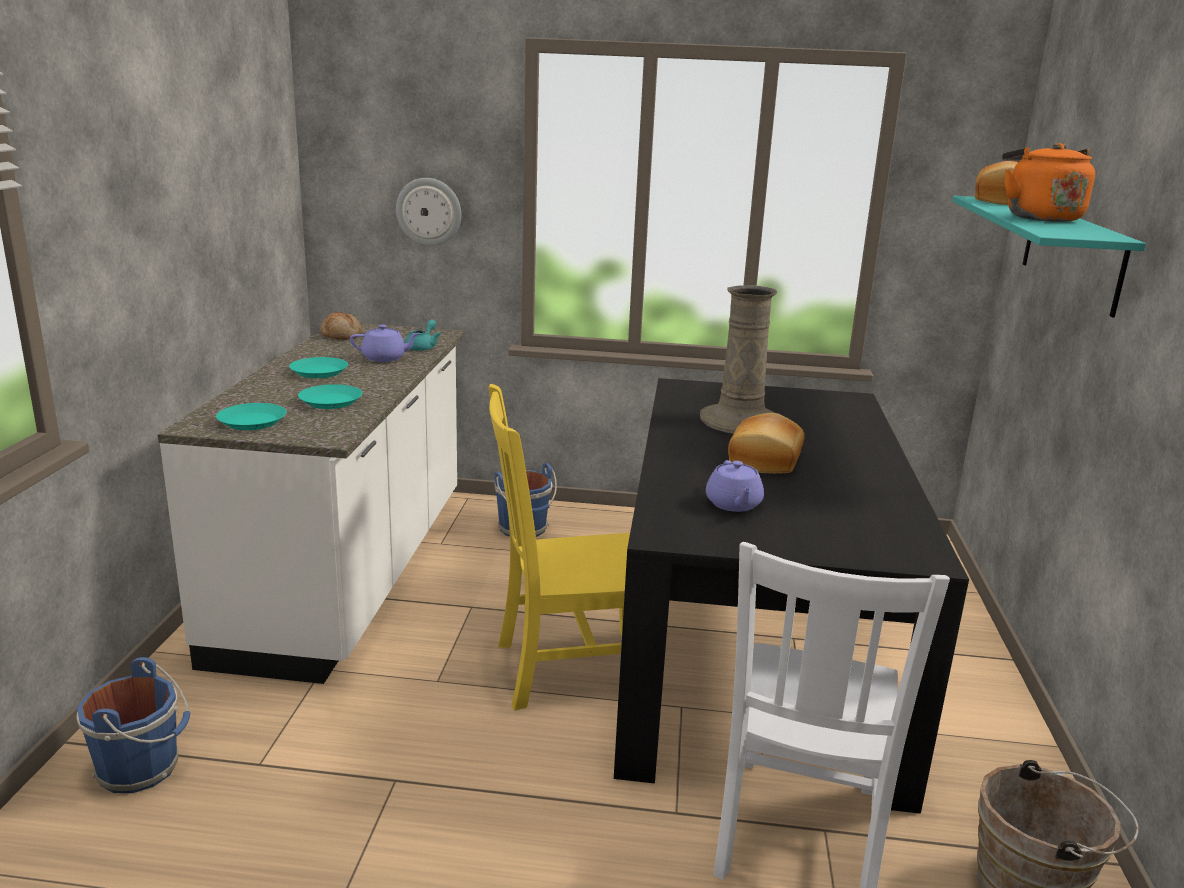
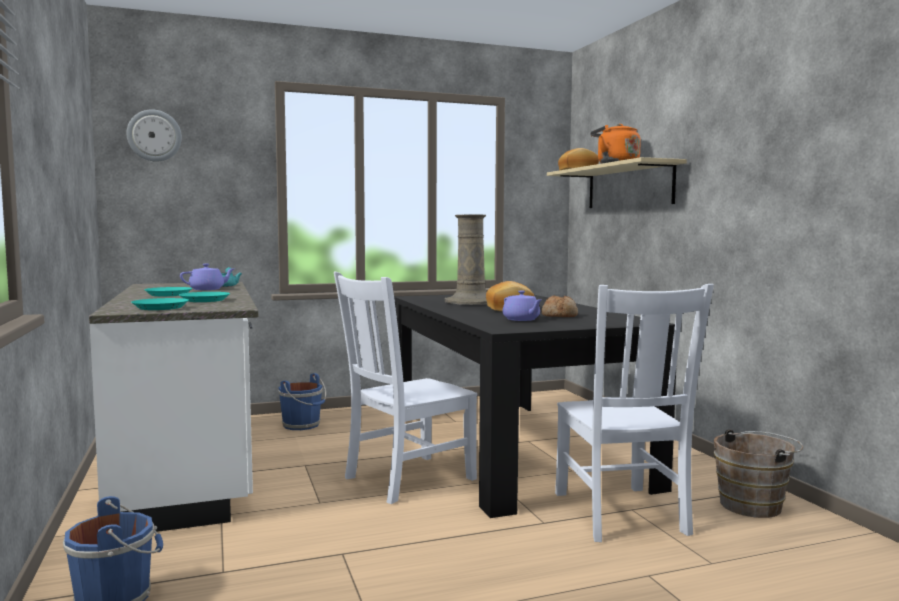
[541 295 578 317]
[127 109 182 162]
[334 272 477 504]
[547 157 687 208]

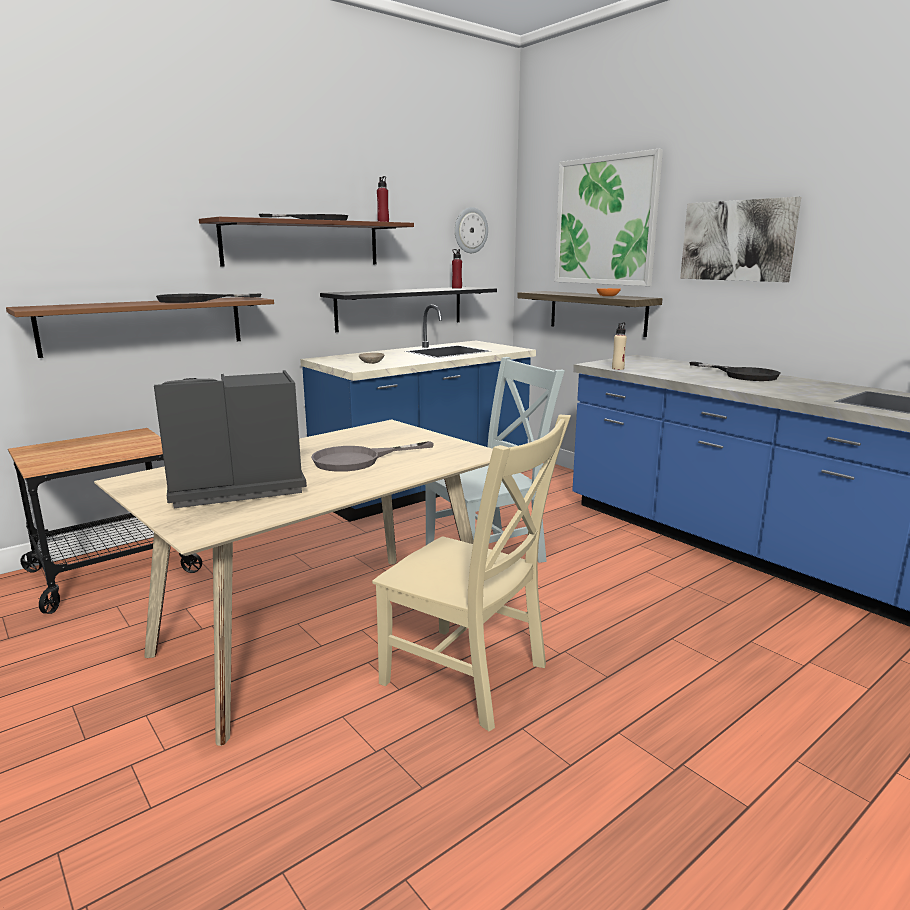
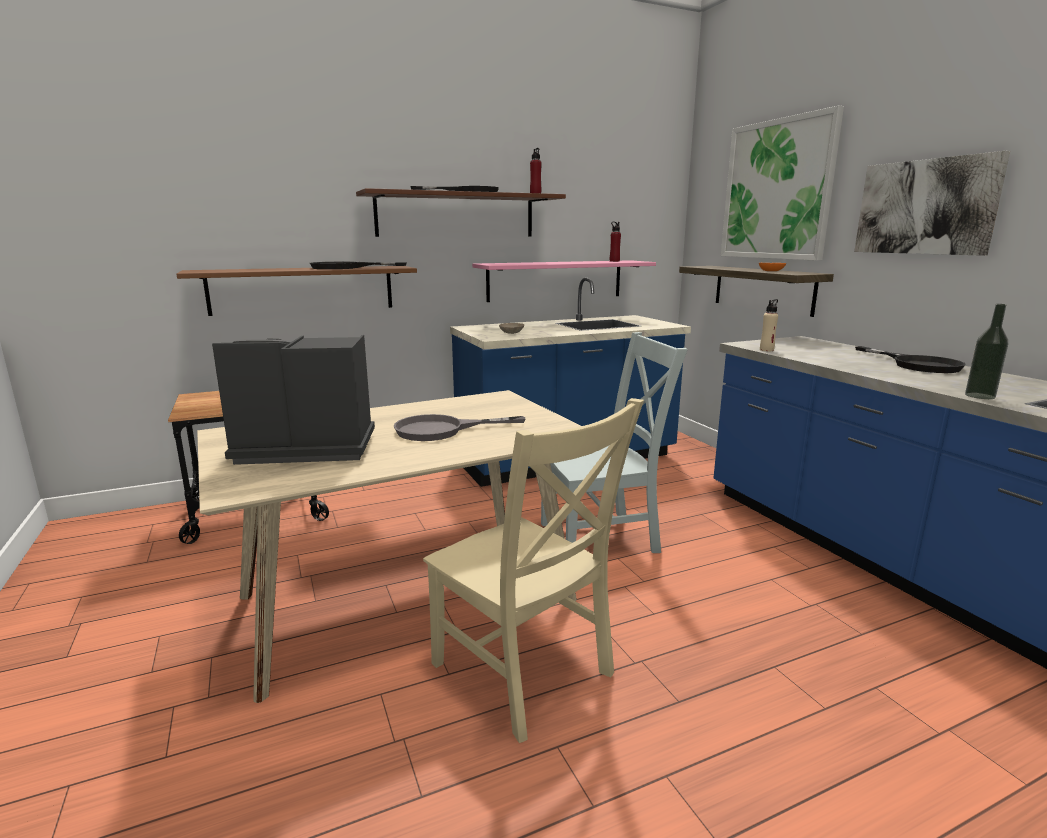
[472 260 656 302]
[455 207 488 253] (first image)
[965 304 1008 399]

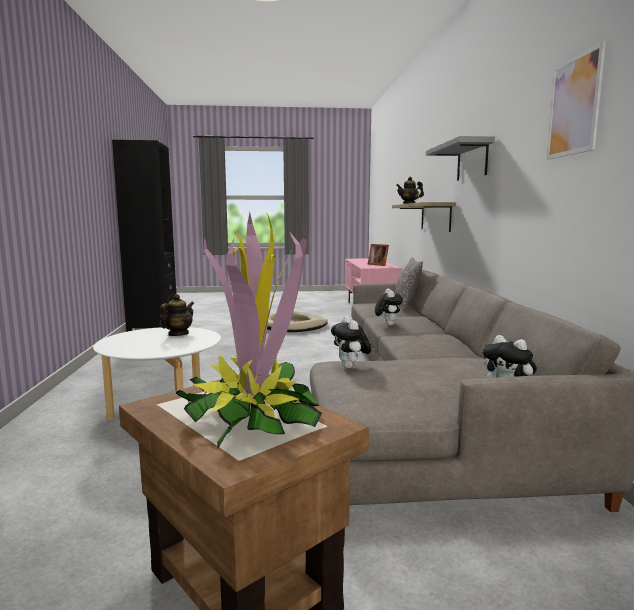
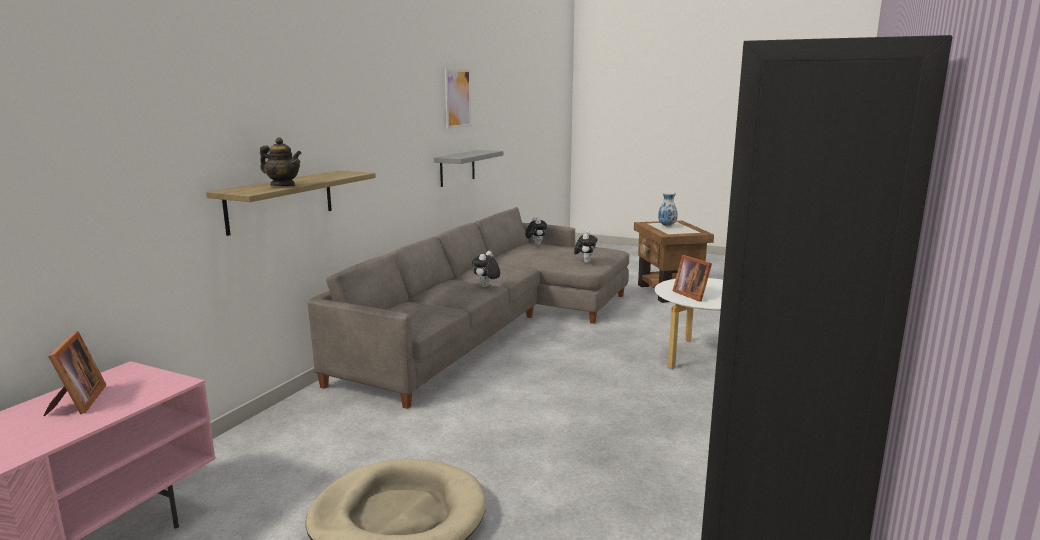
[673 255 712 302]
[658 192 678 226]
[395 257 423 310] (first image)
[434 150 503 187]

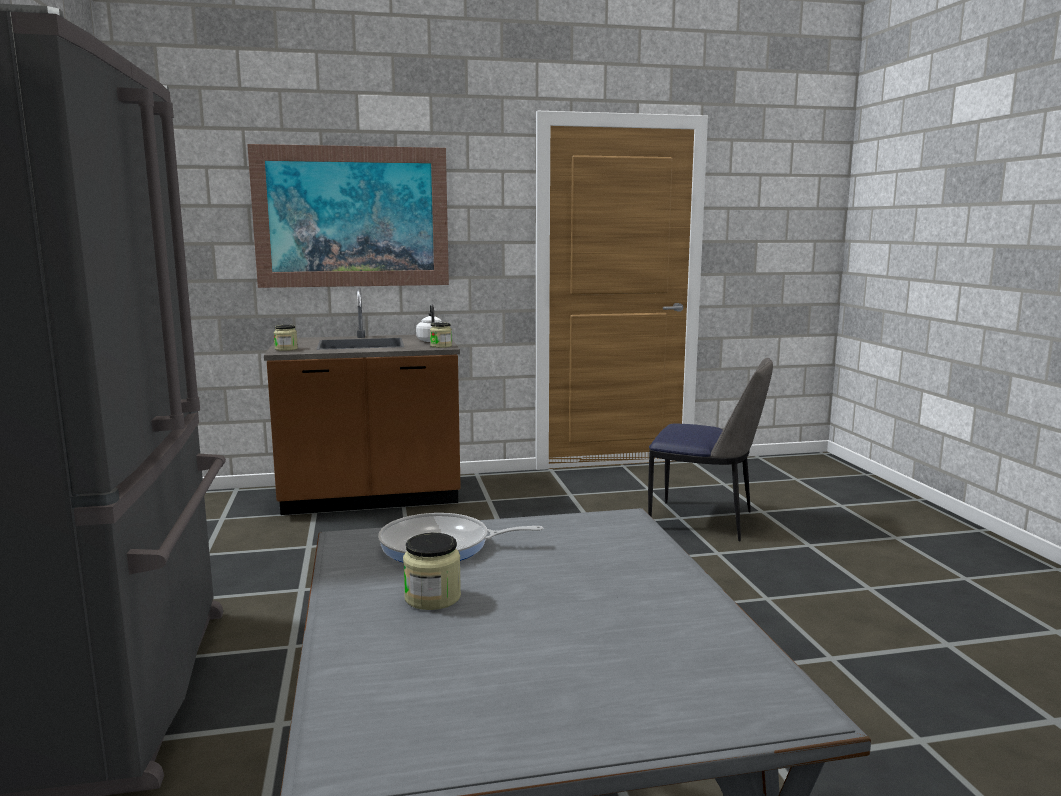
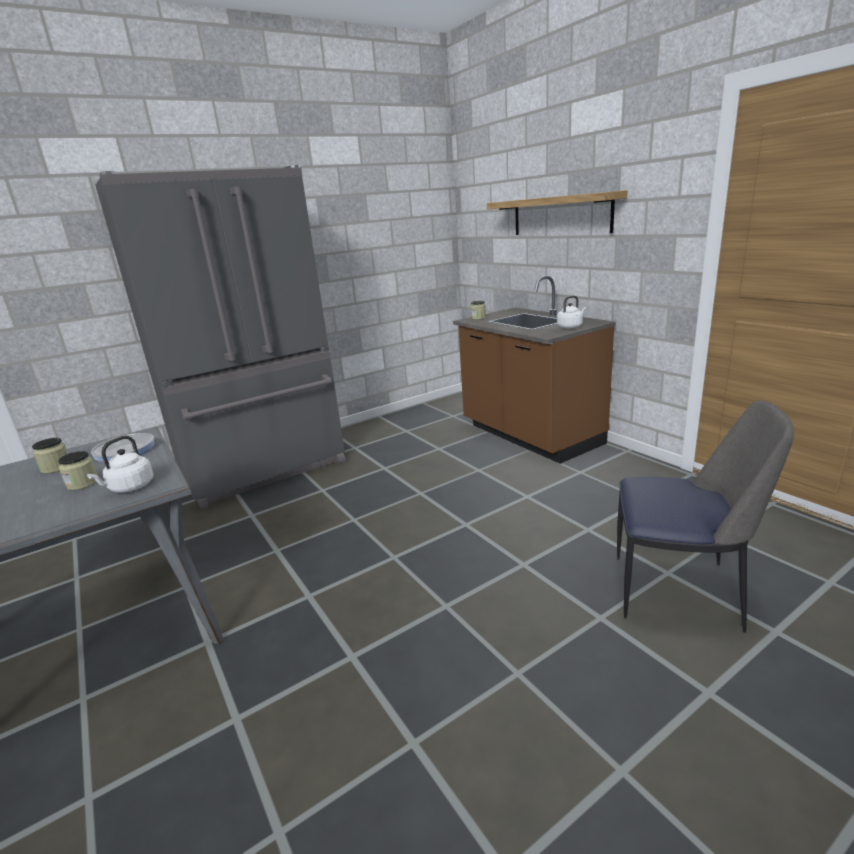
[487 190 628 235]
[58 451 98 490]
[617 400 794 633]
[87 436 154 493]

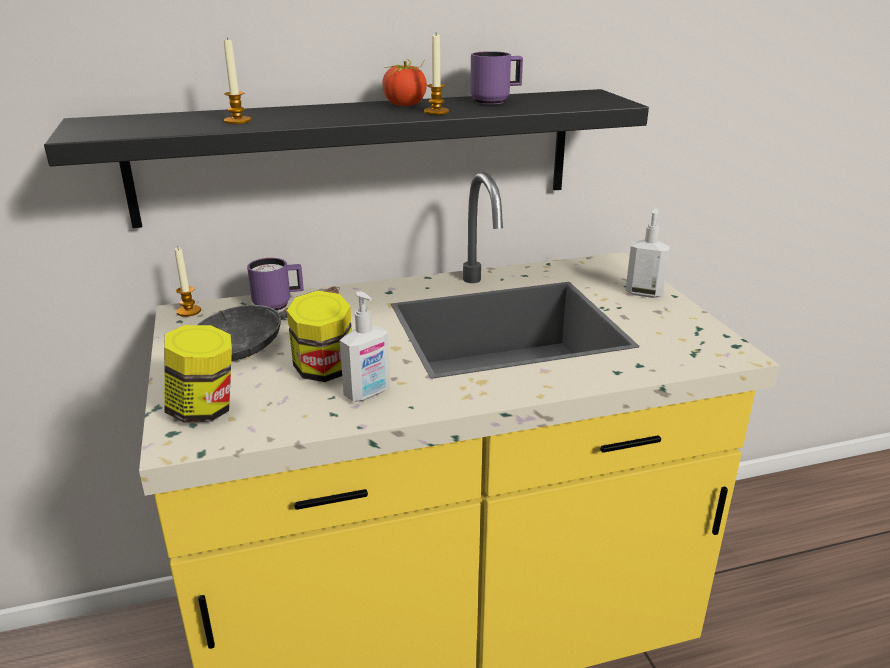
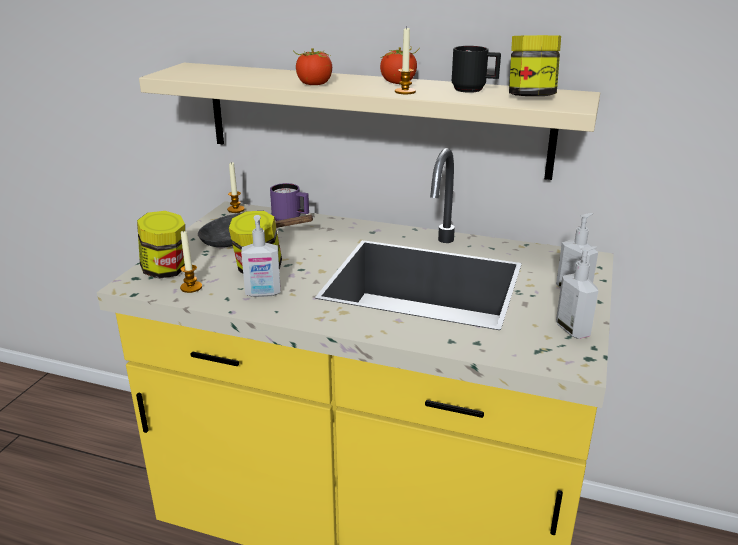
[139 63 600 180]
[180 230 202 293]
[452 46 501 93]
[293 48 332 85]
[509 35 561 96]
[556 246 598 339]

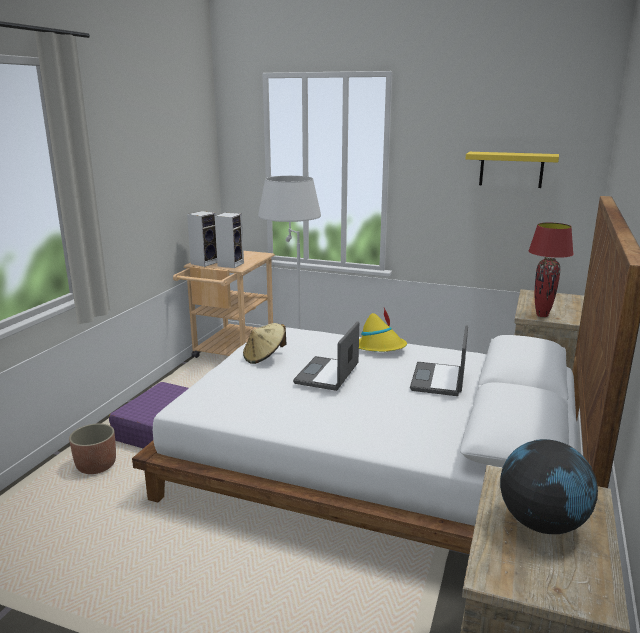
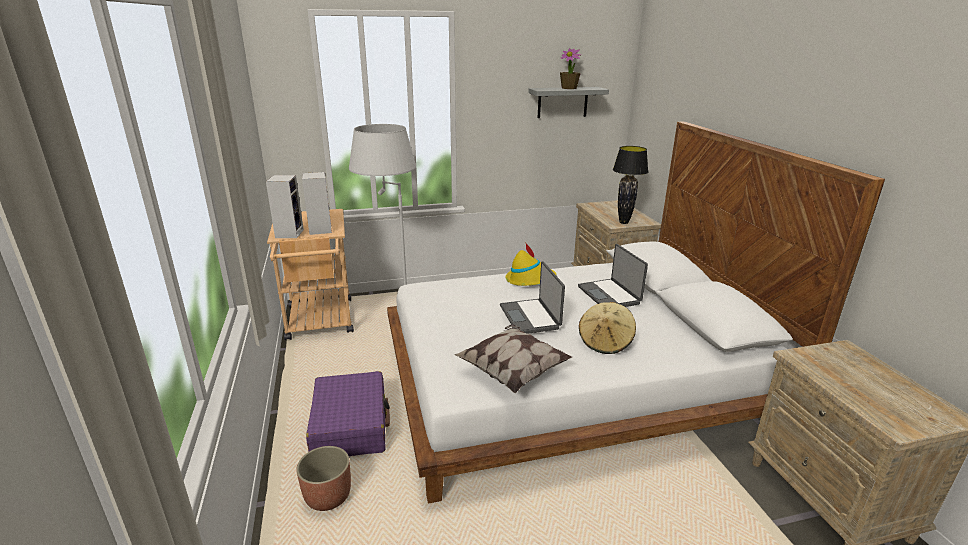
[579 302 636 354]
[528 87 609 118]
[500 439 598 534] (first image)
[613 146 648 224]
[454 324 572 393]
[560 48 581 89]

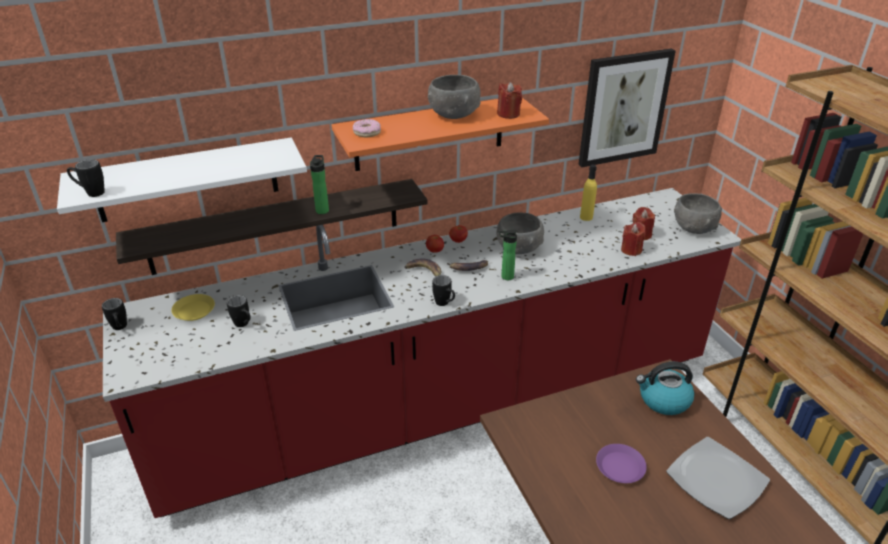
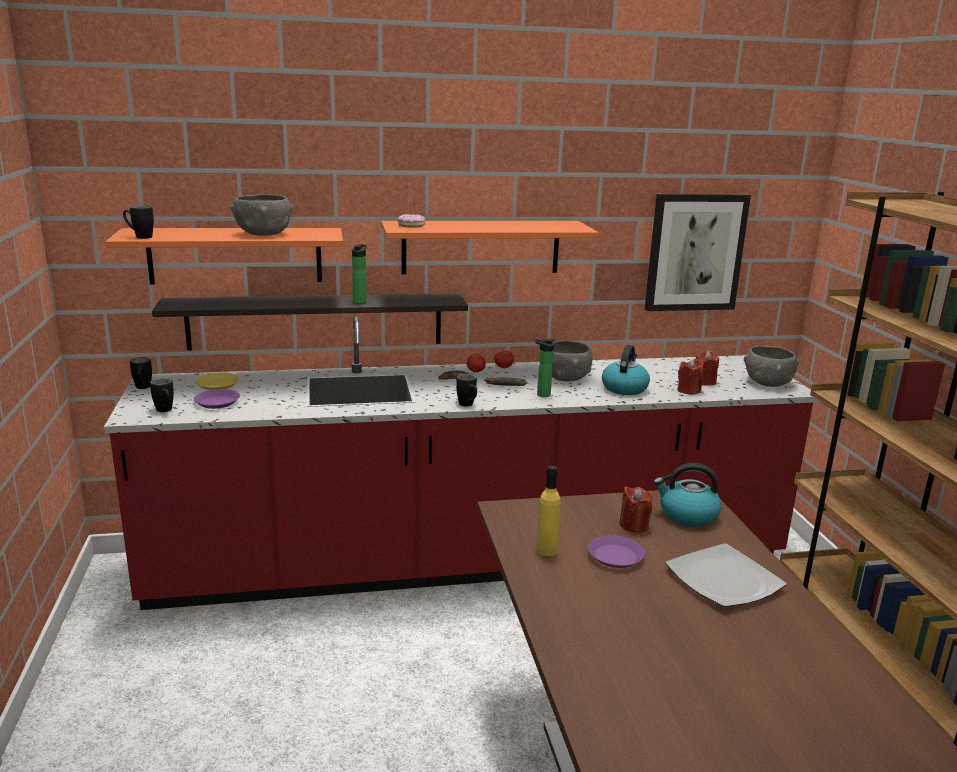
[105 228 343 284]
[150 378 174 412]
[231 194 293 236]
[619 486 652 533]
[536 465 560 556]
[194 389 240 409]
[602 345 650 395]

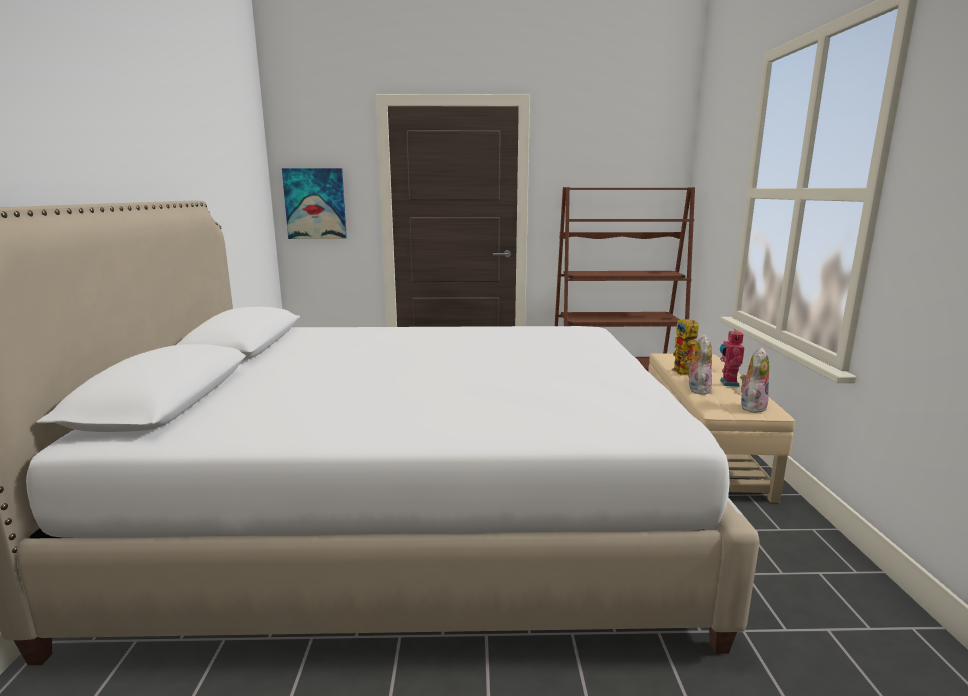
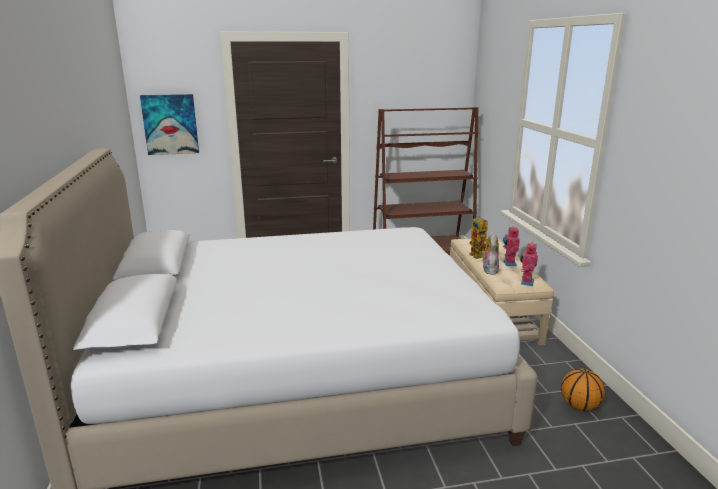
[520 242 538 286]
[561 368 605 411]

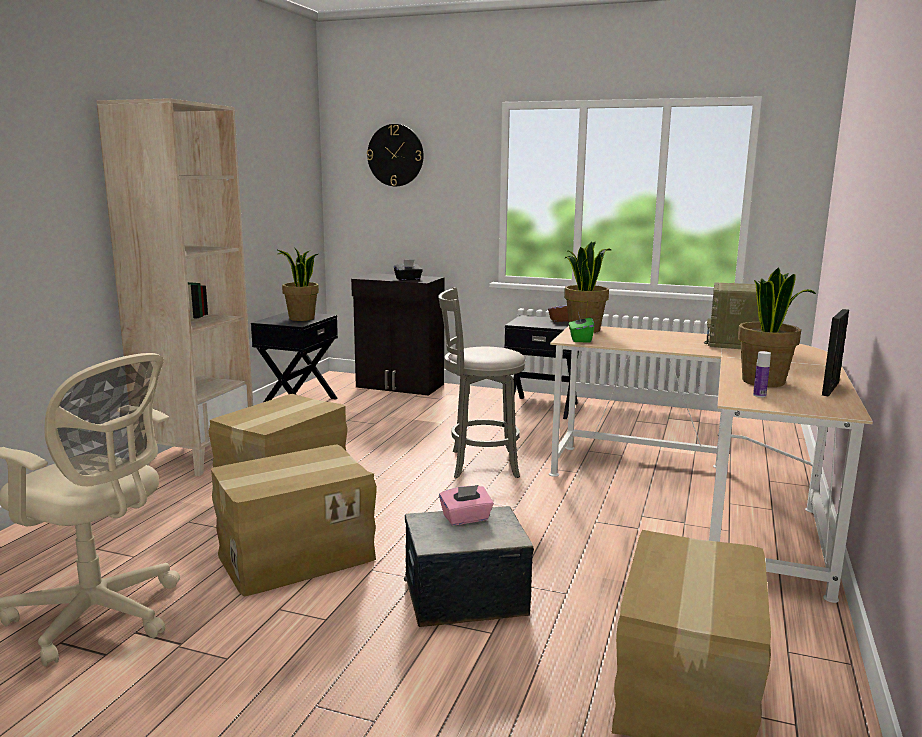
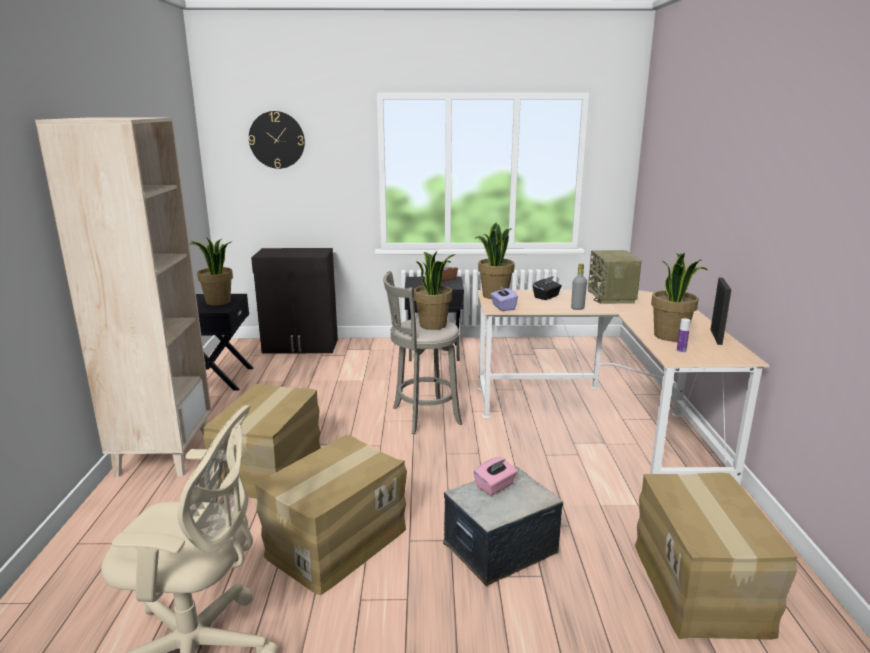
[533 276 562 300]
[491 284 518 311]
[414 251 456 330]
[571 264 587 310]

